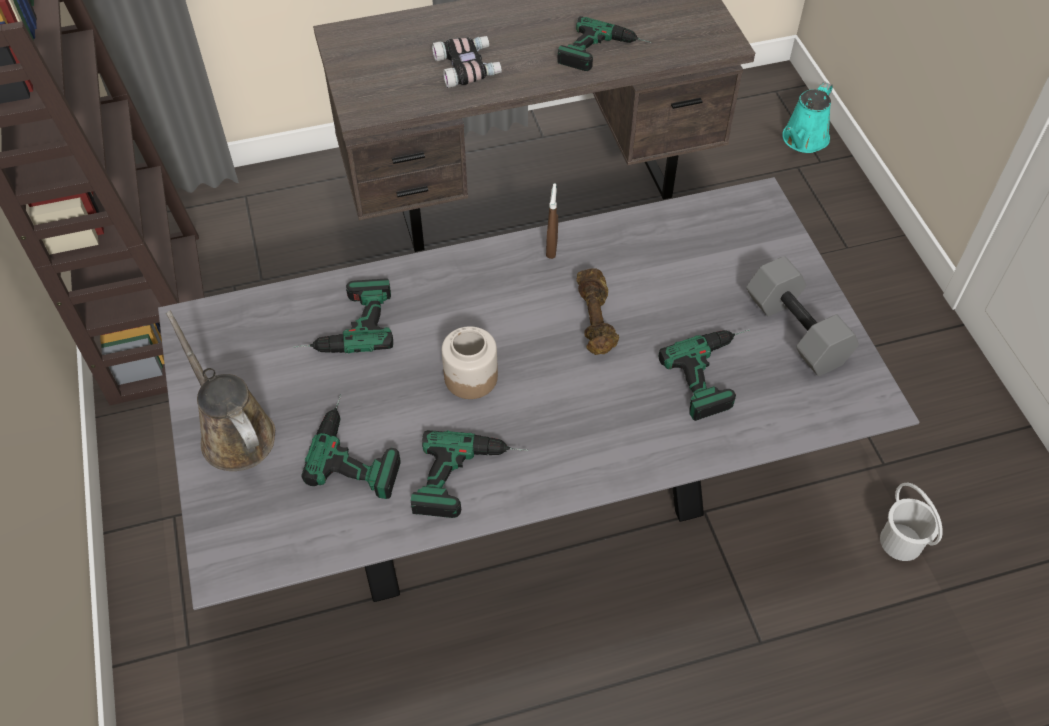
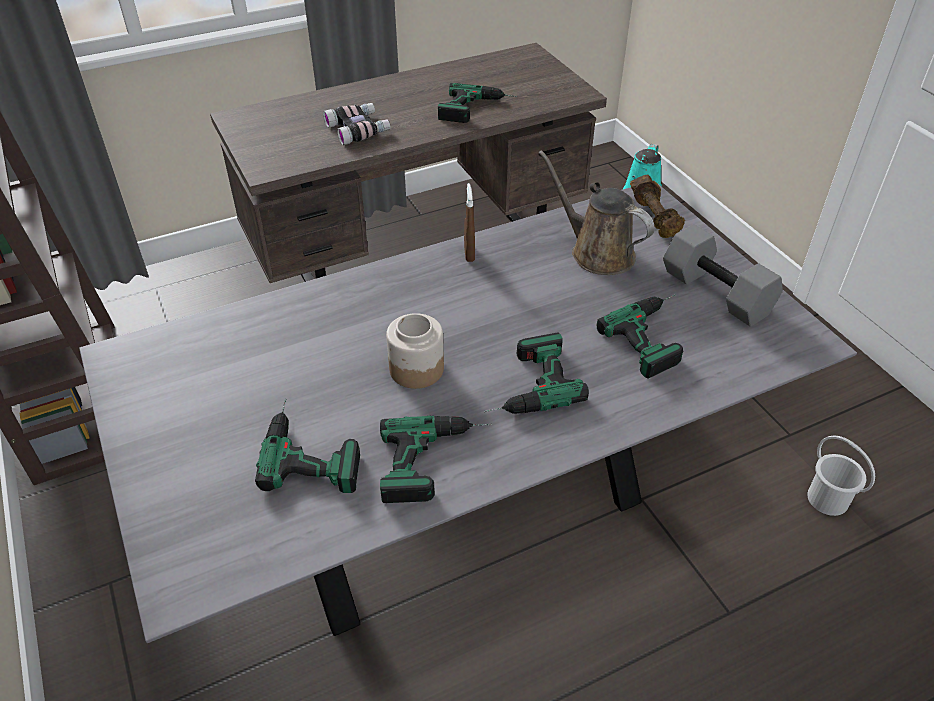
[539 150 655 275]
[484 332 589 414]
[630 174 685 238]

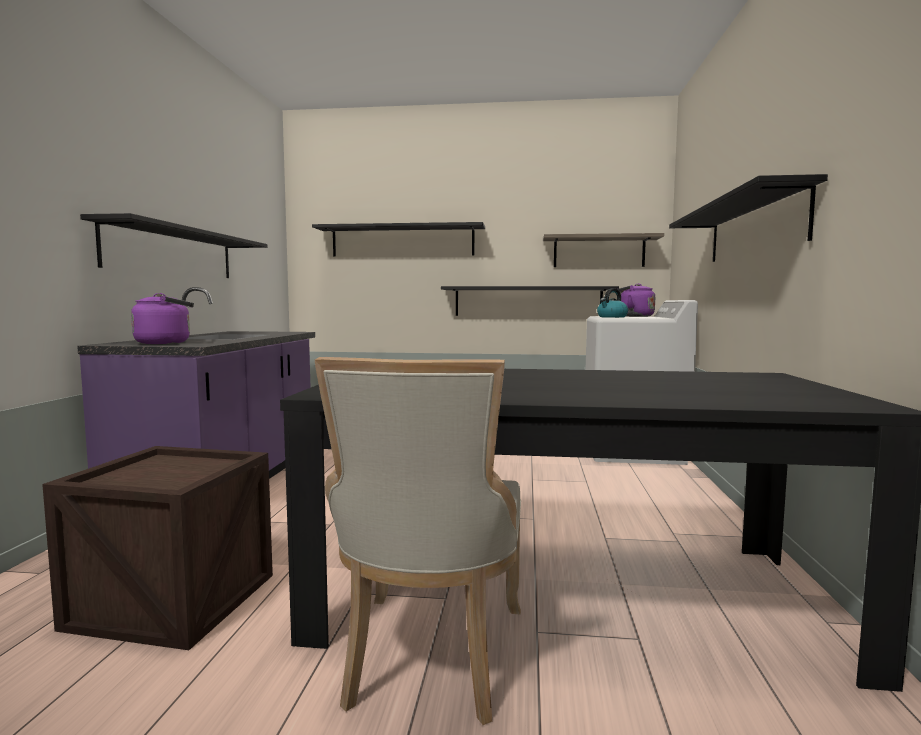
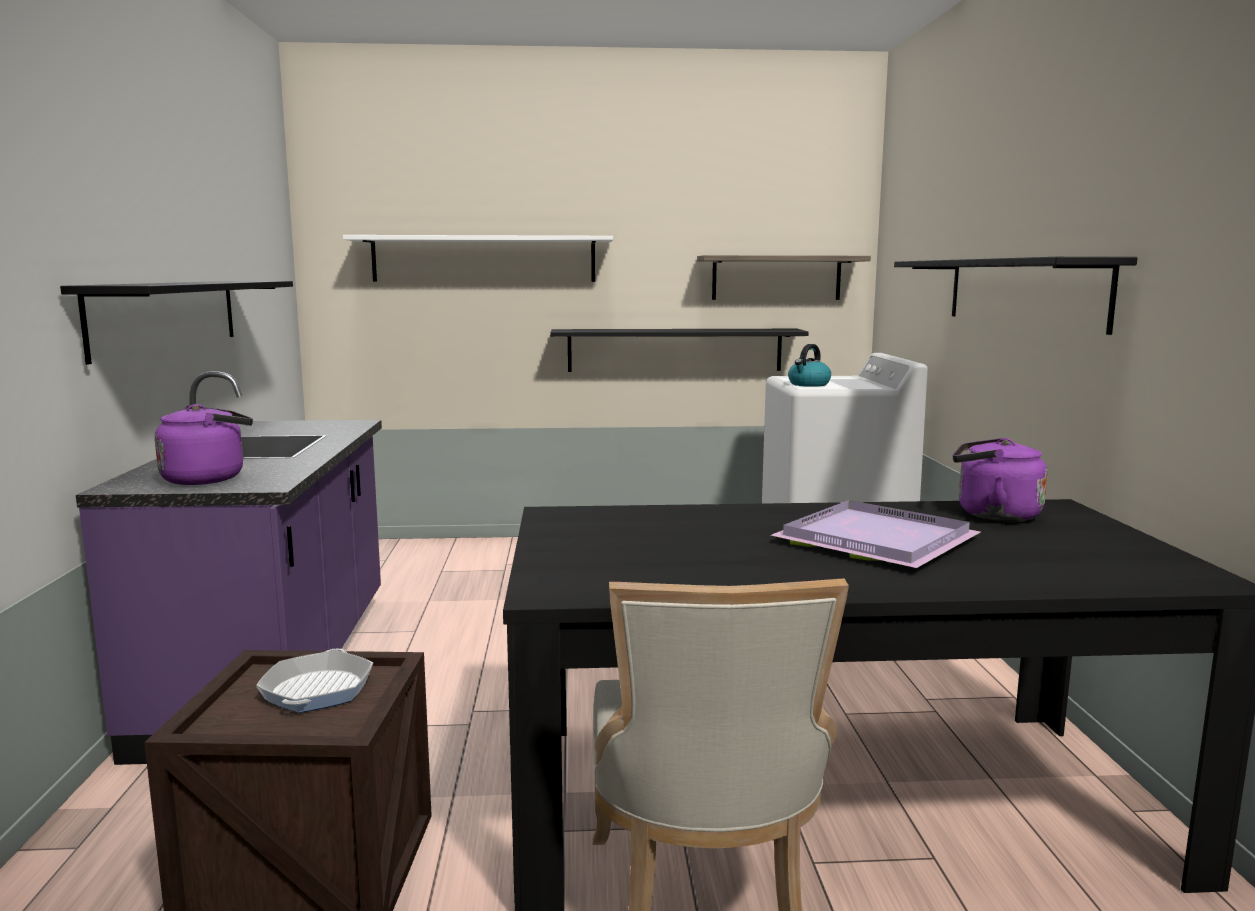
[343 235 613 282]
[953 438 1048 522]
[256 648 373 713]
[771 500 981 568]

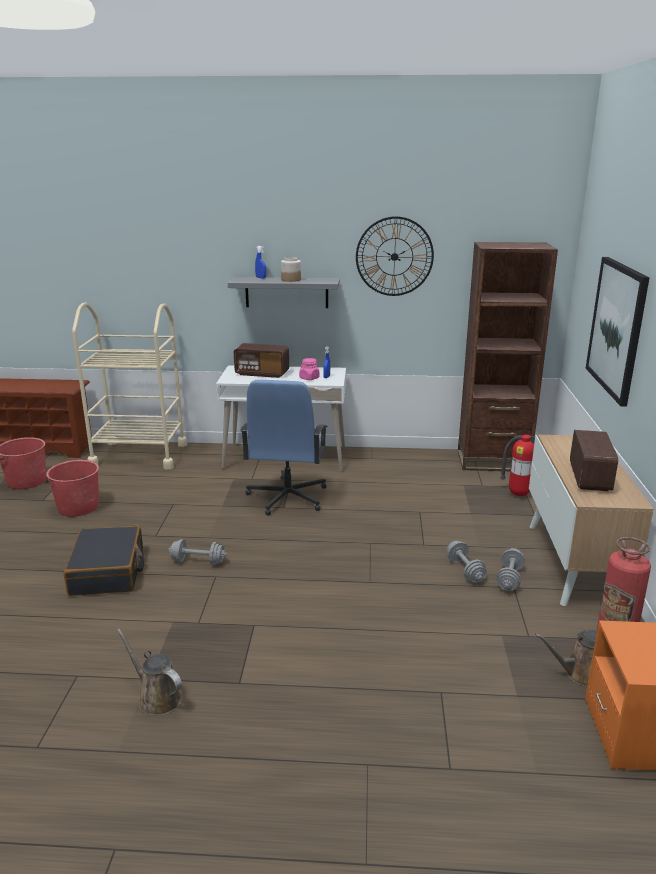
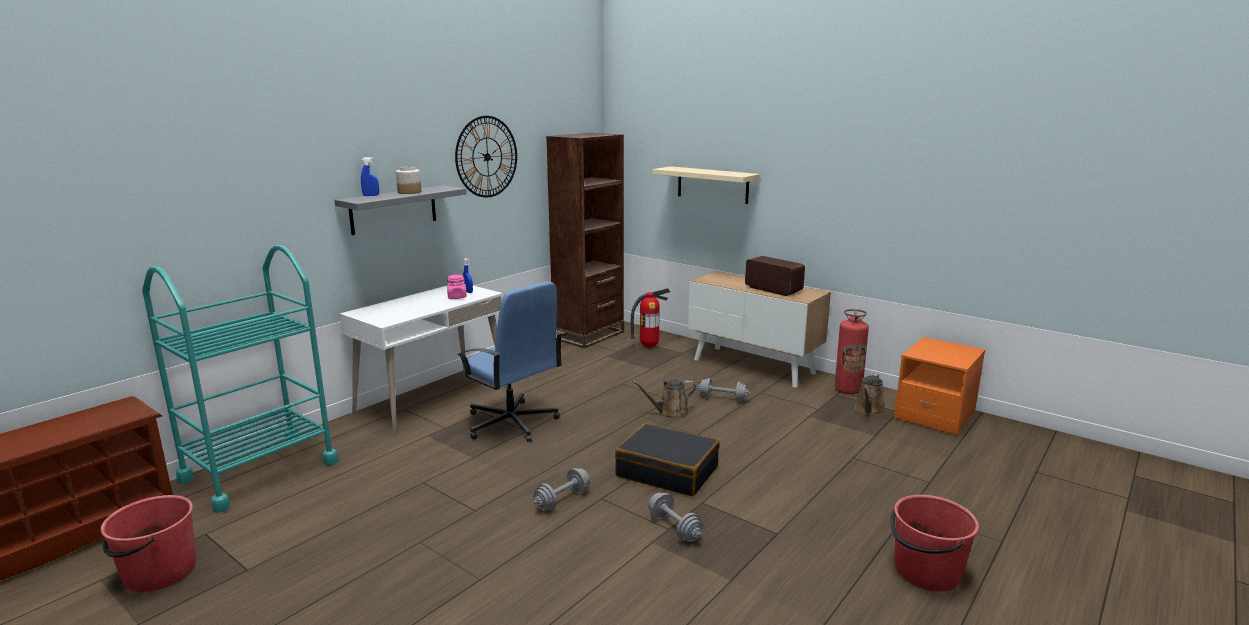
[891 495 979 592]
[615 424 720 496]
[142 245 339 513]
[632 379 696 419]
[234 343 289 378] (first image)
[648 493 704 542]
[652 166 760 204]

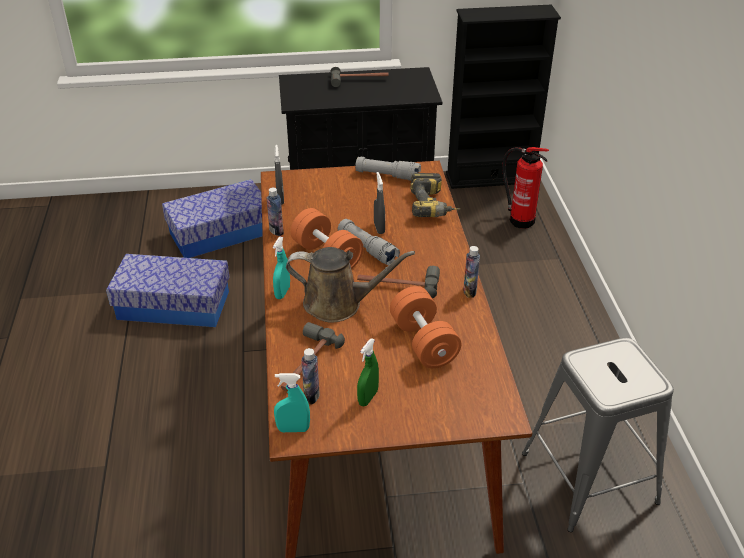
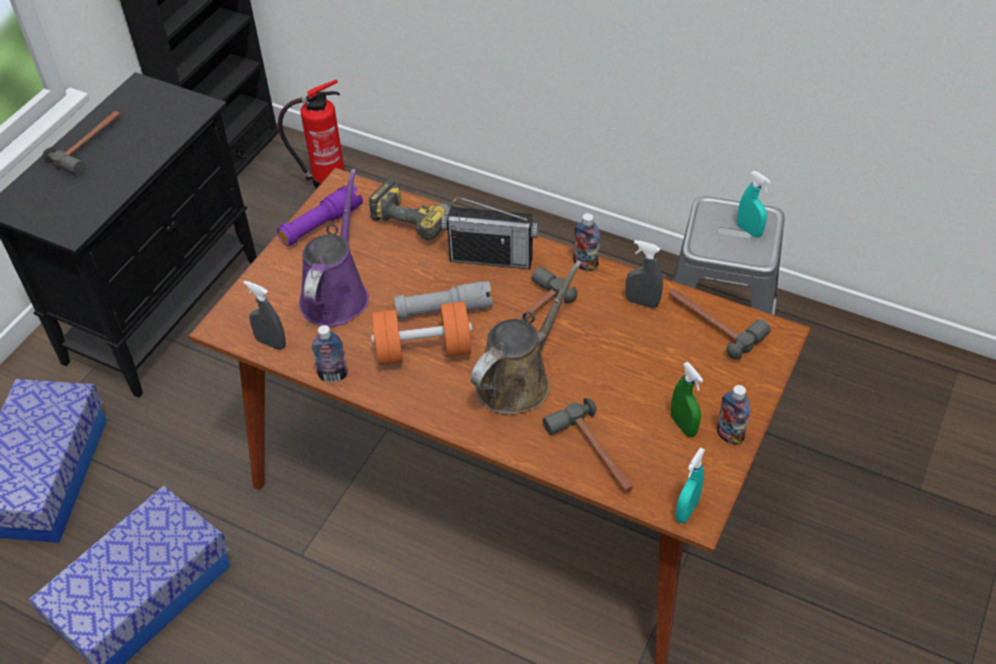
[737 171 771 238]
[717 385 750 445]
[277 185 363 246]
[626 240 663 308]
[390 286 461 368] (first image)
[299 169 369 327]
[441 196 539 269]
[669 288 771 359]

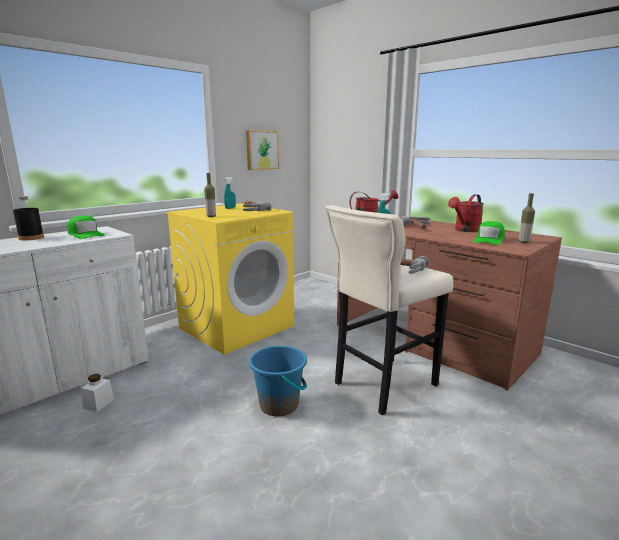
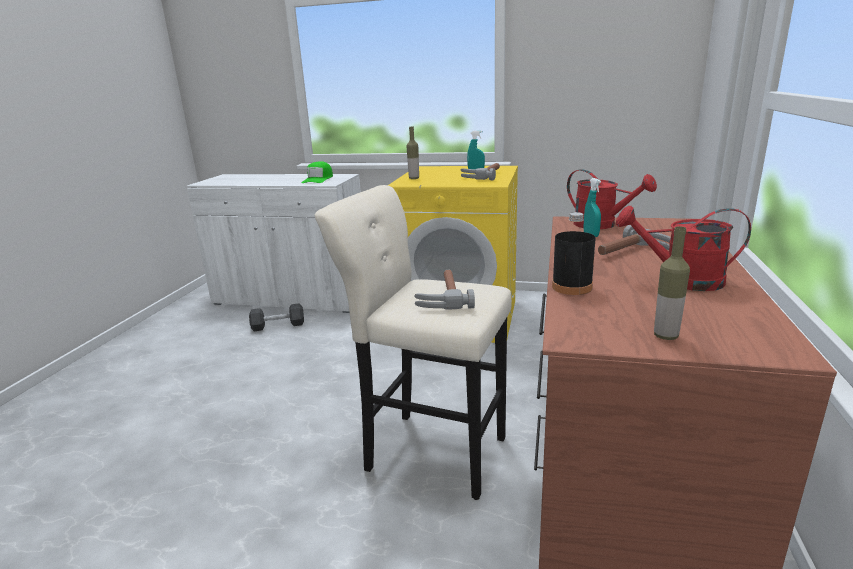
[552 212 596 295]
[249 303 304 331]
[246 130 279 170] (first image)
[249 346 307 416] (first image)
[474 221 505 245] (first image)

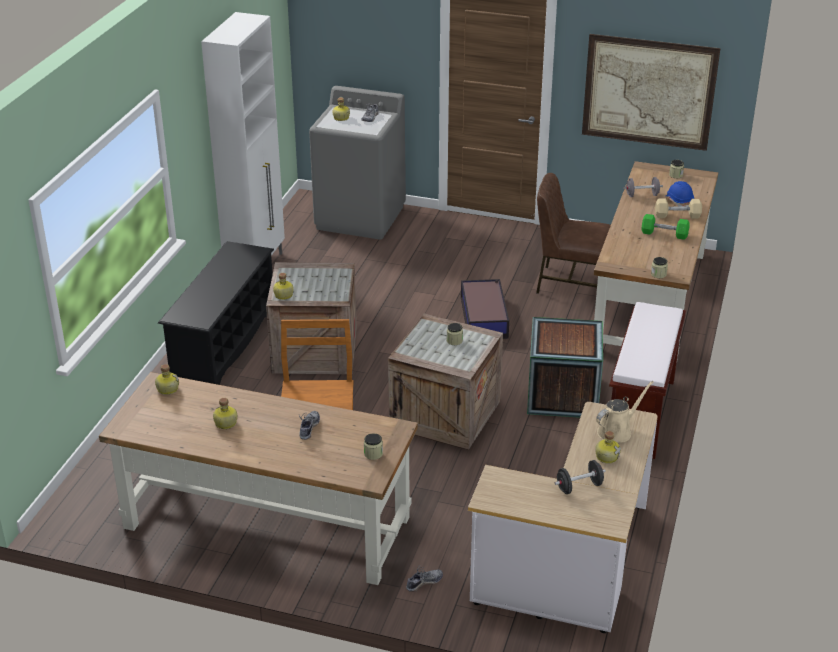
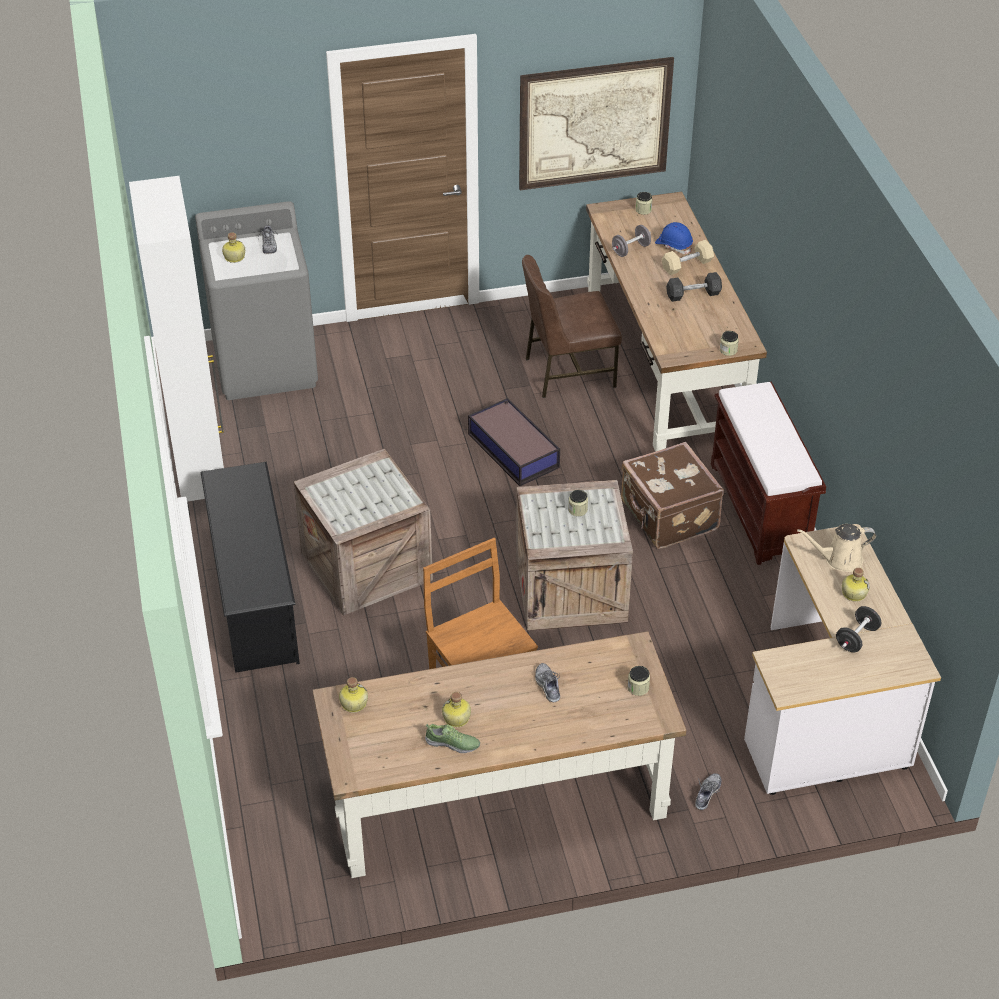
[273 273 294 300] (first image)
[621 442 724 549]
[797 524 876 572]
[666 272 722 302]
[425 724 480 753]

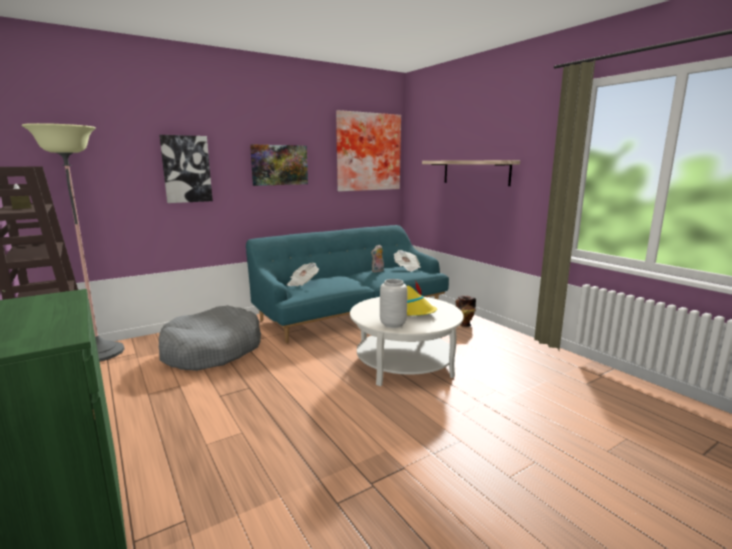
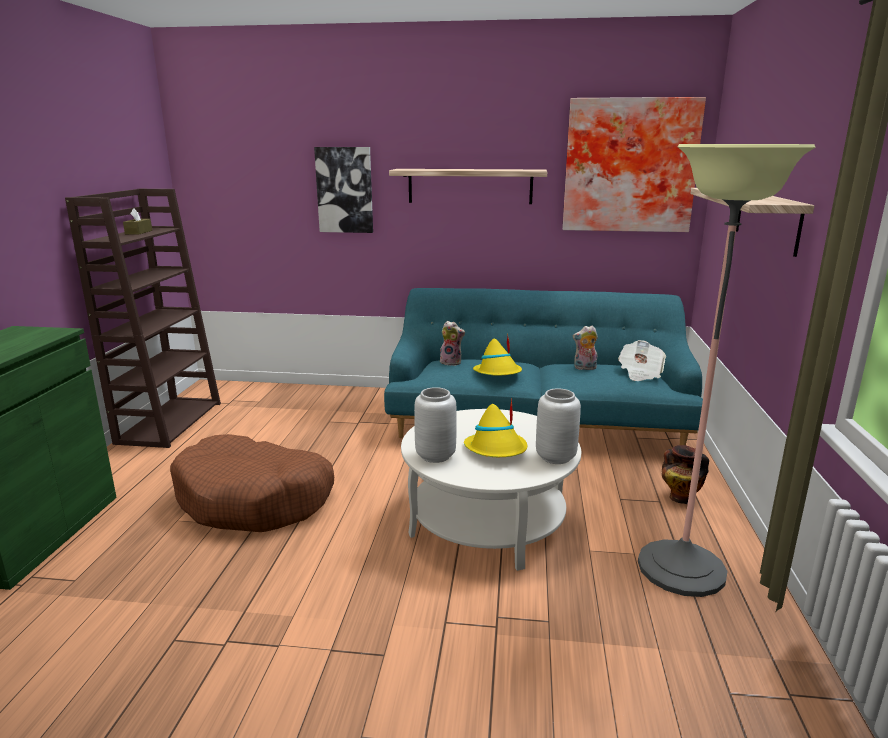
[638 144 815 597]
[159 305 261 371] (first image)
[389 169 547 204]
[440 321 465 366]
[170 434 334 532]
[473 334 522 376]
[536 388 581 464]

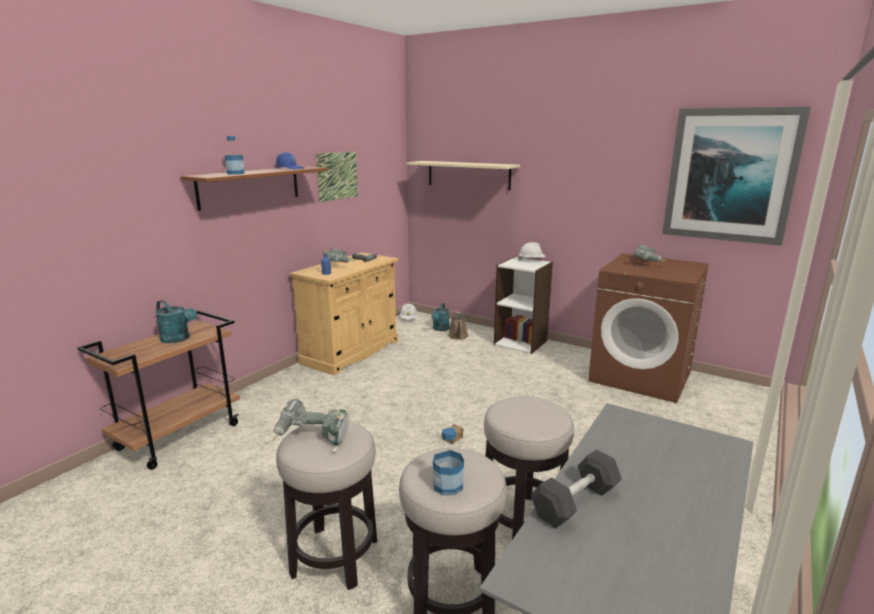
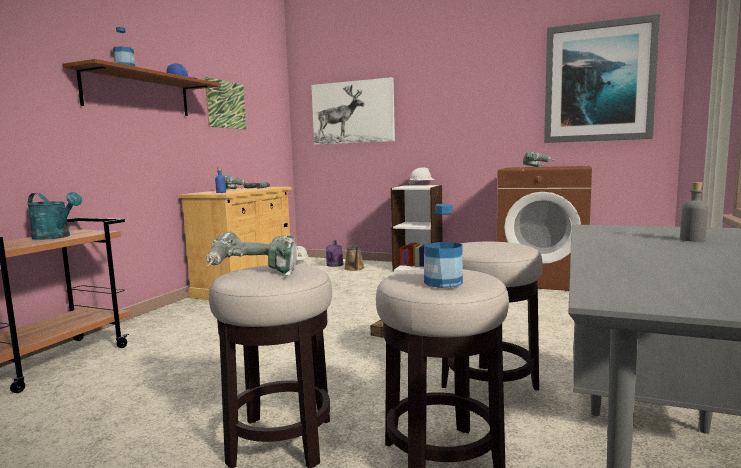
[311 77 395 145]
[326 240 343 267]
[531 450 622 529] (first image)
[680 182 708 242]

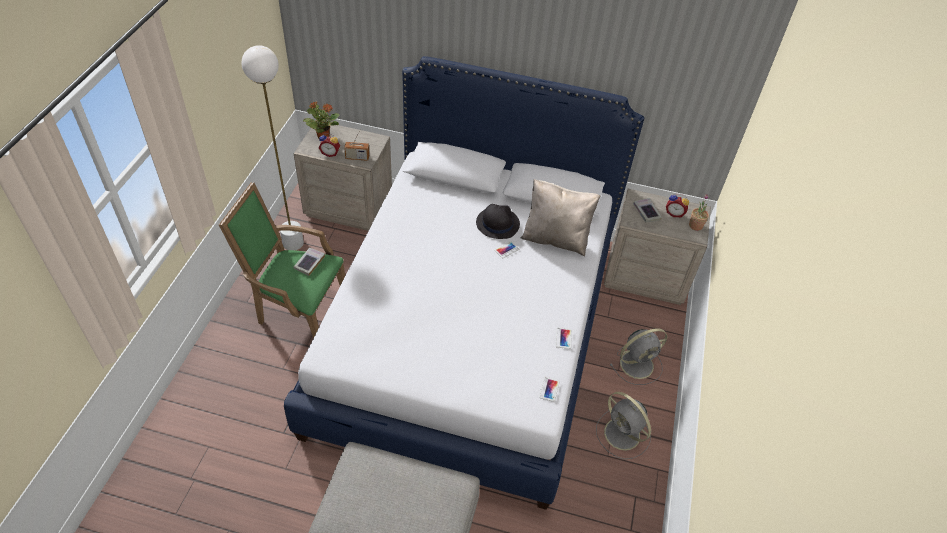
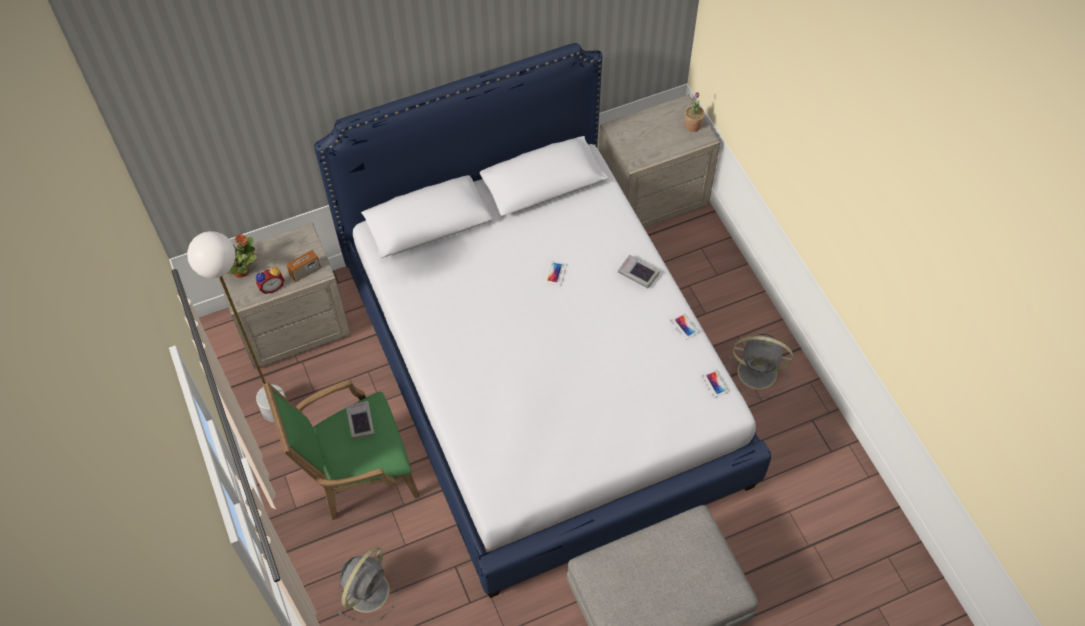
[476 204 520 239] (first image)
[521 179 600 257] (first image)
[338 547 400 623]
[618 254 660 289]
[666 194 689 217] (first image)

